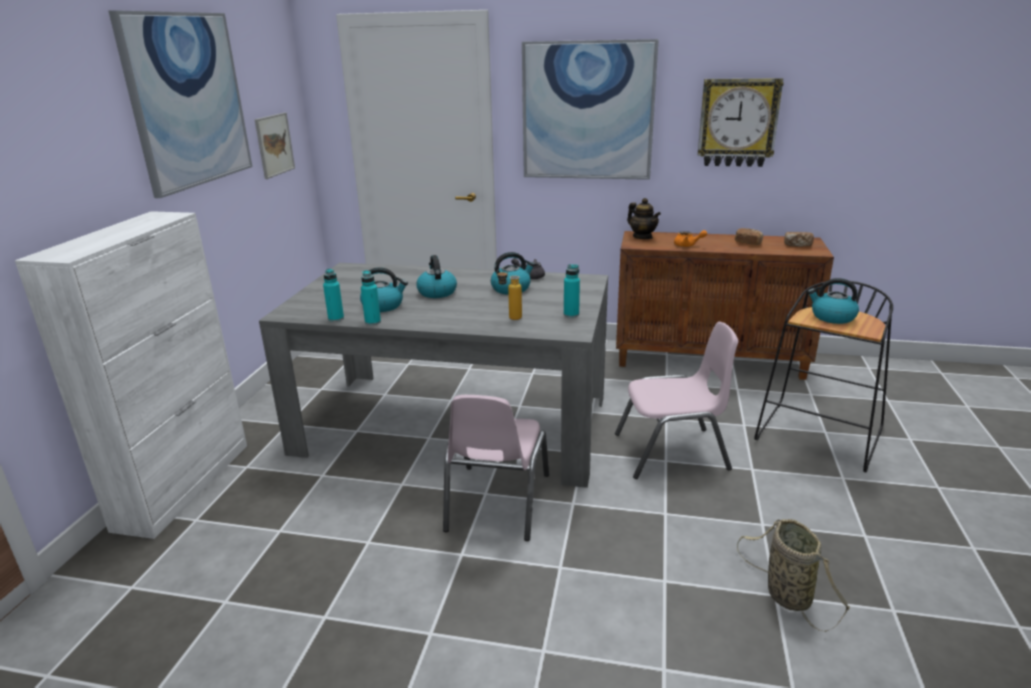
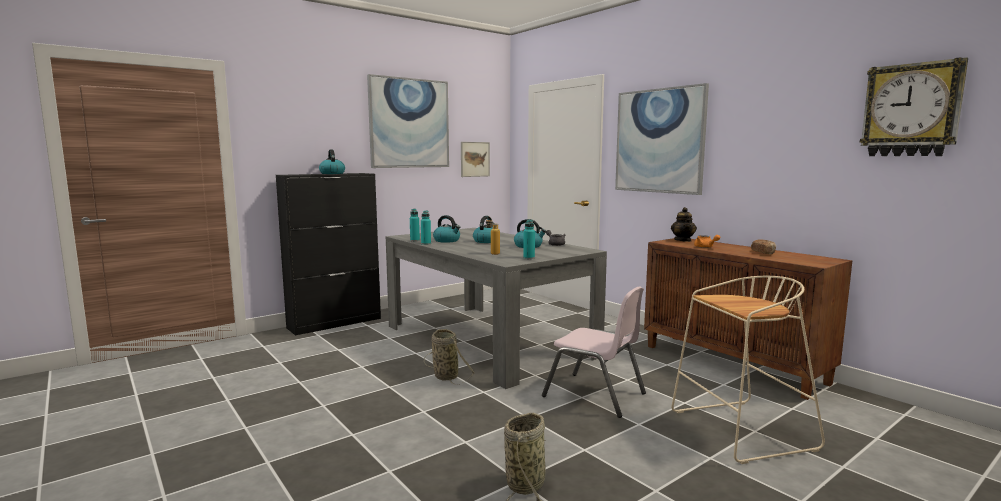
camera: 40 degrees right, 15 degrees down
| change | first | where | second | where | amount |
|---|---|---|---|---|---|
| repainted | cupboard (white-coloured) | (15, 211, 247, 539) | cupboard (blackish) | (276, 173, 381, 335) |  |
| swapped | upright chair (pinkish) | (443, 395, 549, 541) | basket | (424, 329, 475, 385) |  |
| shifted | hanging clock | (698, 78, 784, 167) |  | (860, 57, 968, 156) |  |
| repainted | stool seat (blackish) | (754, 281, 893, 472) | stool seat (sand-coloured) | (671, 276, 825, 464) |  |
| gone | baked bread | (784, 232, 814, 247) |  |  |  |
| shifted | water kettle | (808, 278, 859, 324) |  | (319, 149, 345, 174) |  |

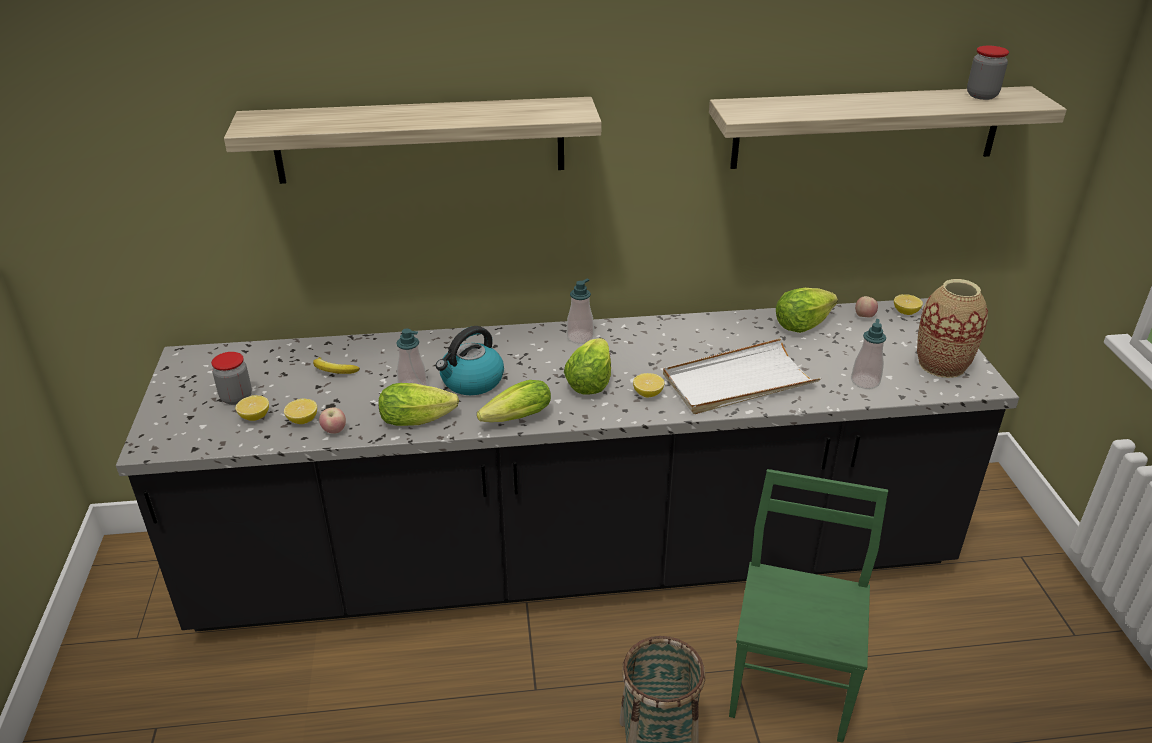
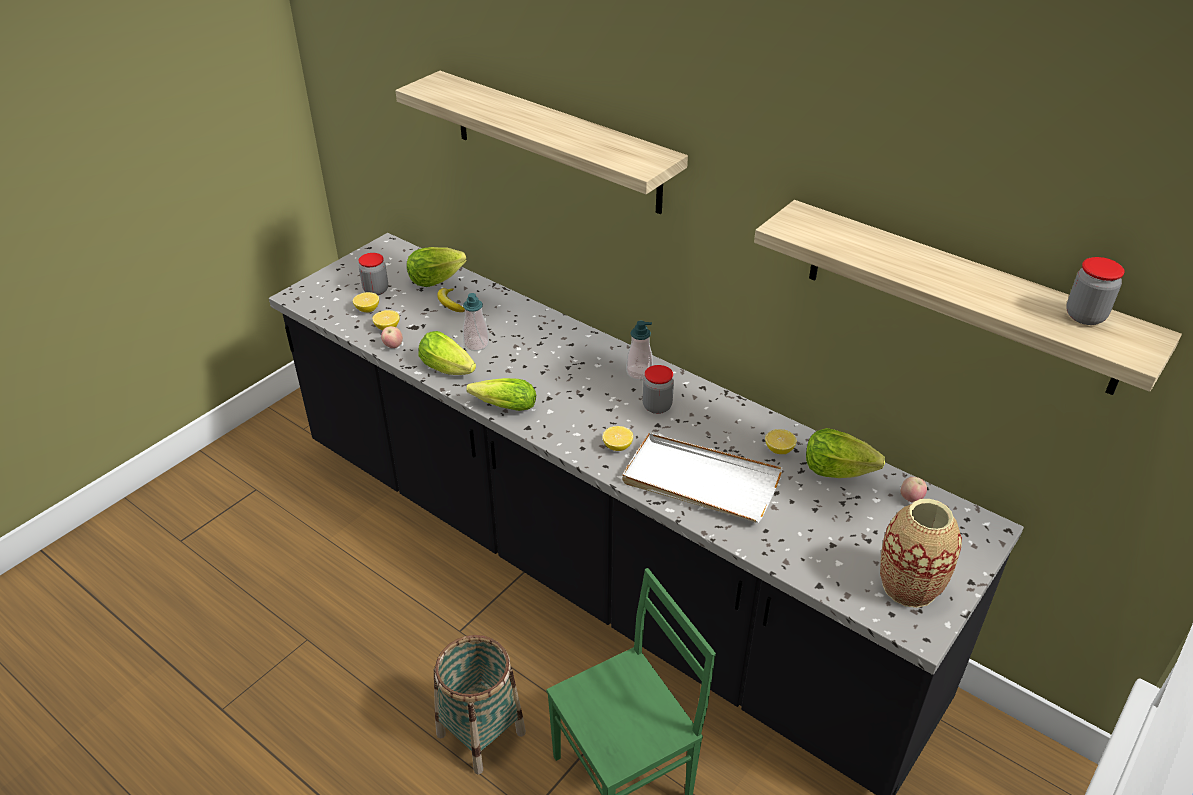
camera: 45 degrees right, 5 degrees up
| change | first | where | second | where | amount |
|---|---|---|---|---|---|
| gone | water kettle | (436, 326, 504, 395) |  |  |  |
| shifted | head of lettuce | (564, 338, 611, 395) |  | (407, 247, 467, 287) |  |
| gone | liquid soap bottle | (851, 319, 886, 389) |  |  |  |
| shifted | lemon | (894, 294, 923, 315) |  | (765, 429, 796, 454) |  |
| new |  |  | storage jar | (643, 365, 674, 414) |  |

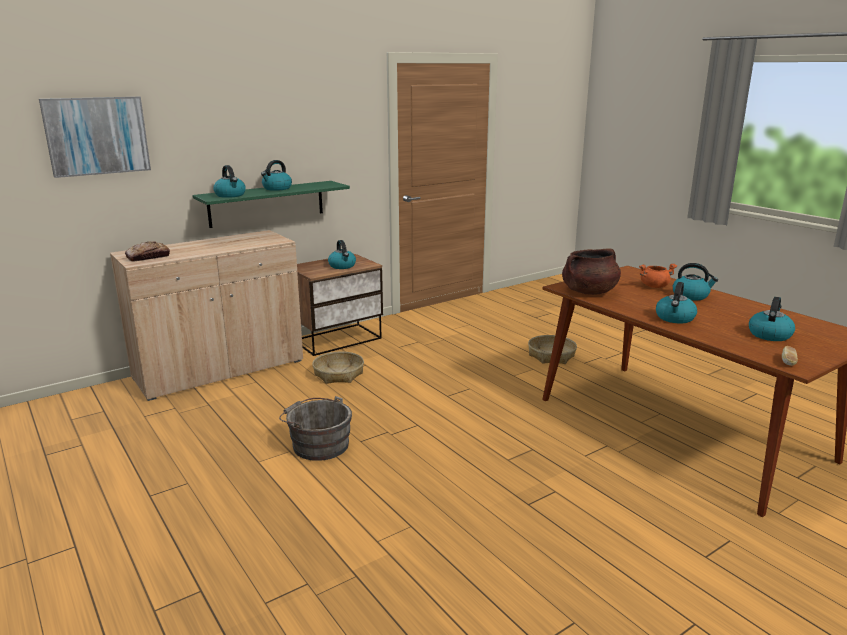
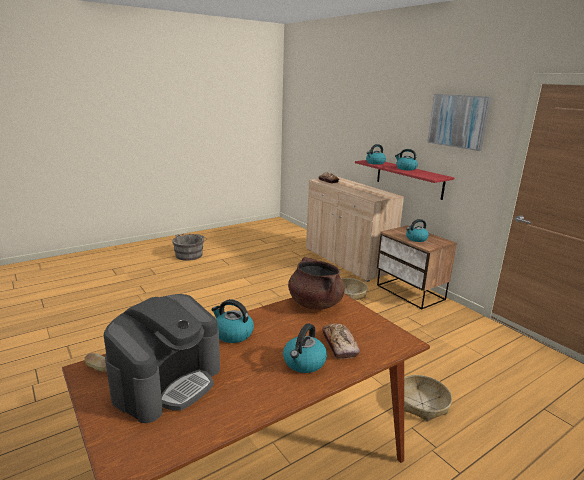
camera: 90 degrees right, 0 degrees up
| change | first | where | second | where | amount |
|---|---|---|---|---|---|
| shifted | wall picture | (39, 97, 151, 178) |  | (427, 94, 491, 151) |  |
| repainted | bracket shelf (green-coloured) | (192, 181, 350, 228) | bracket shelf (reddish) | (355, 160, 454, 200) |  |
| shifted | pail (grey) | (279, 396, 352, 461) |  | (172, 234, 207, 261) |  |
| swapped | saucepot (orangey) | (639, 263, 677, 288) | baked bread | (322, 323, 360, 359) |  |
| swapped | water kettle | (749, 297, 795, 341) | coffee brewer | (104, 294, 220, 423) |  |

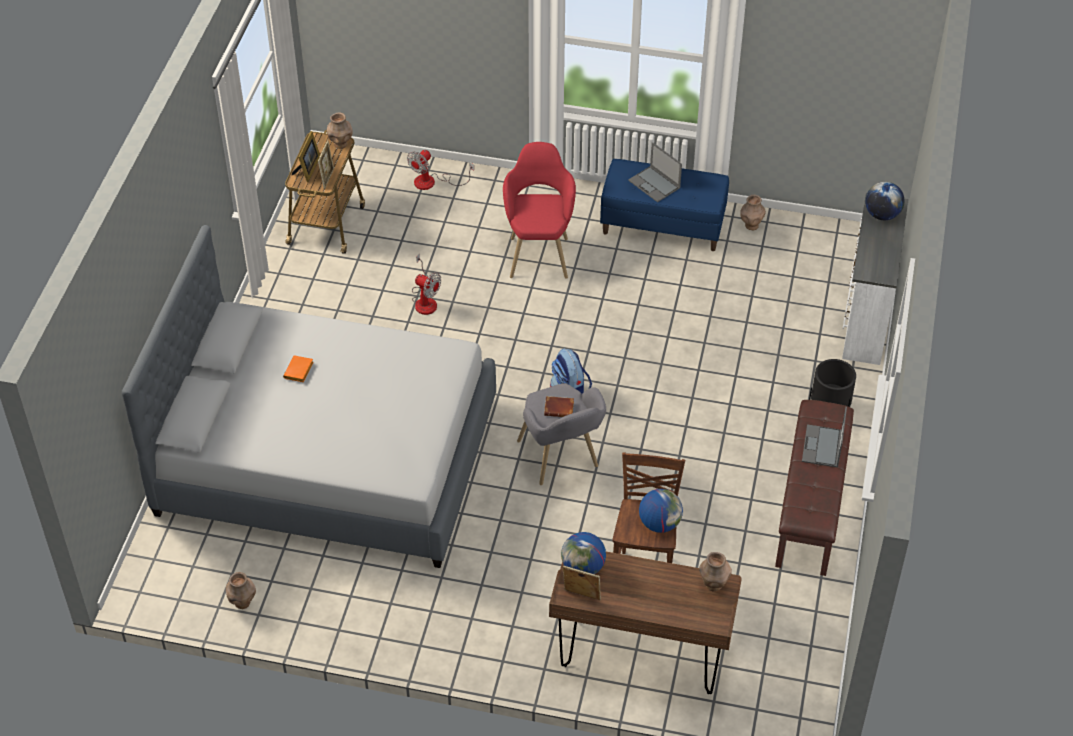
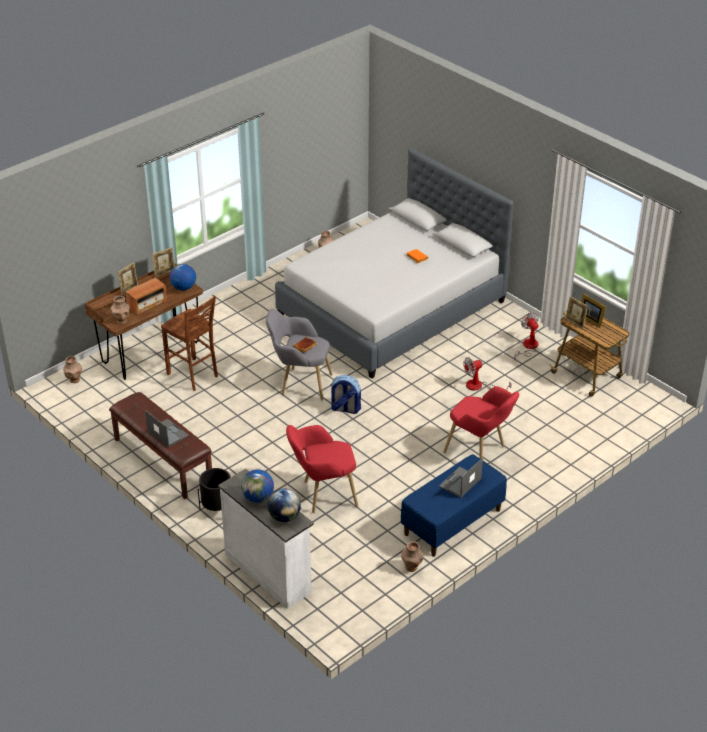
camera: 125 degrees right, 10 degrees down
| change | first | where | second | where | amount |
|---|---|---|---|---|---|
| shifted | flower vase (brownish) | (327, 112, 353, 149) |  | (63, 356, 82, 383) |  |
| shifted | cooling fan | (407, 150, 474, 190) |  | (514, 312, 539, 360) |  |
| rotated | laptop | (628, 142, 682, 202) |  | (439, 458, 483, 498) | 45 degrees counterclockwise |
| shifted | world globe | (639, 489, 683, 533) |  | (241, 469, 274, 502) |  |
| new |  |  | photo frame | (118, 262, 138, 295) |  |
| new |  |  | radio set | (125, 278, 167, 315) |  |
| new |  |  | easy chair (reddish) | (286, 425, 358, 513) |  |

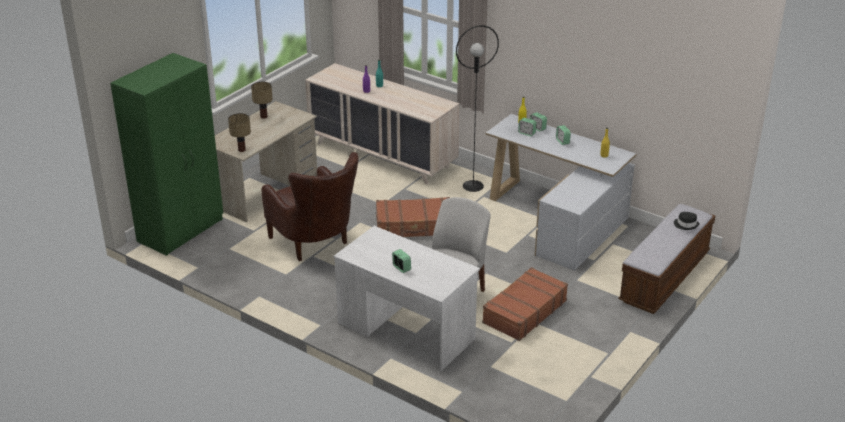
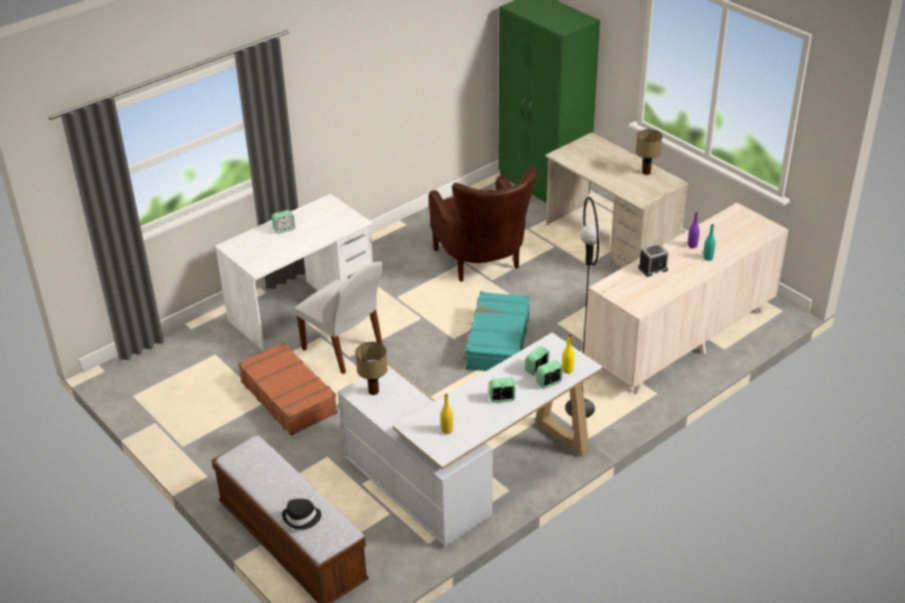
camera: 105 degrees right, 5 degrees up
| change | first | where | second | where | amount |
|---|---|---|---|---|---|
| shifted | tabletop lamp | (228, 113, 251, 152) |  | (355, 342, 387, 395) |  |
| rotated | easy chair (brownish) | (261, 152, 358, 261) |  | (429, 166, 536, 282) | 90 degrees counterclockwise |
| repainted | suitcase (brownish) | (376, 197, 450, 237) | suitcase (turquoise-coloured) | (463, 291, 530, 371) |  |
| new |  |  | bedside clock | (638, 244, 669, 277) |  |

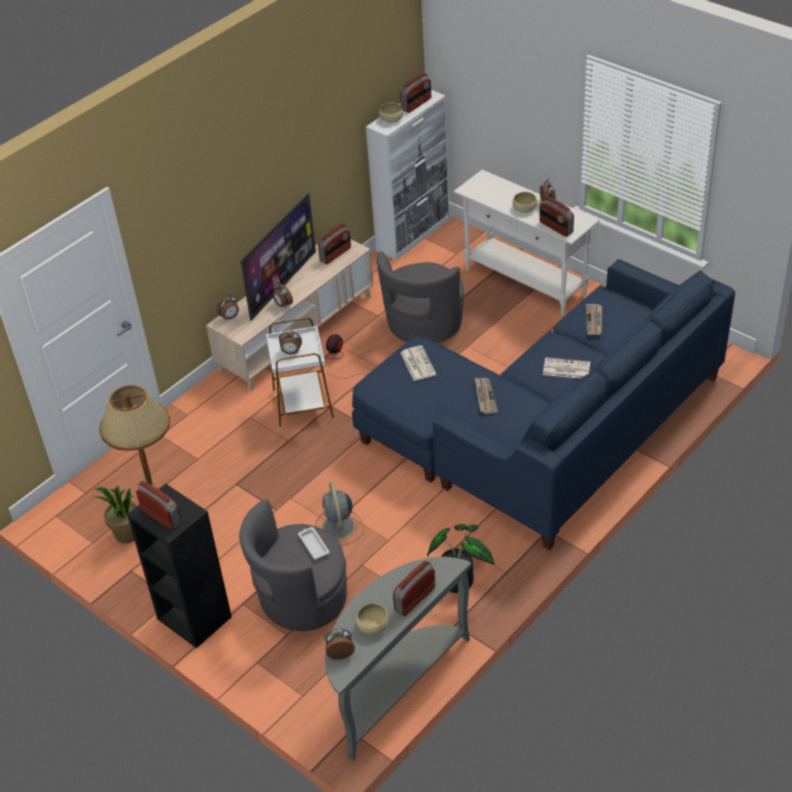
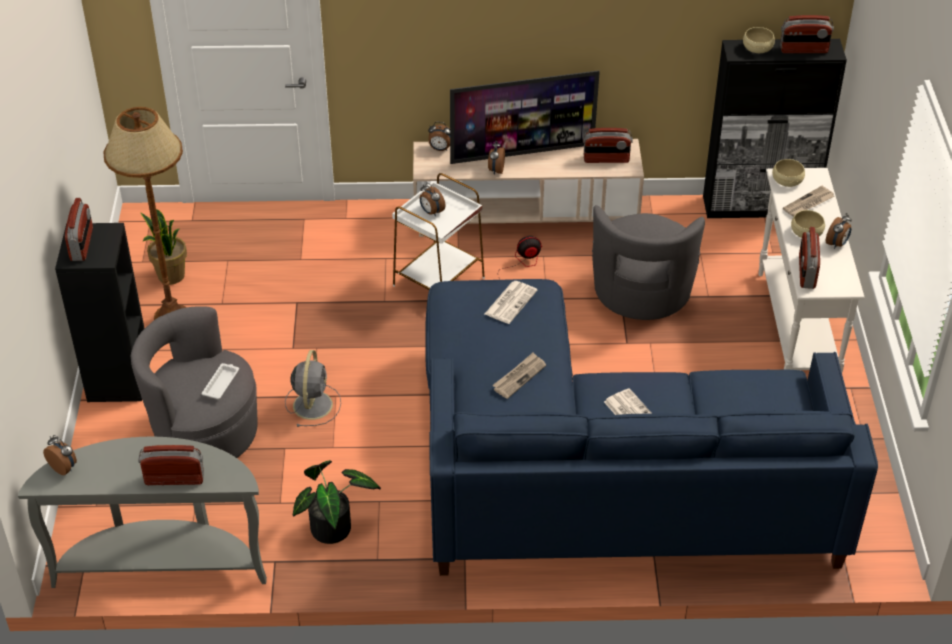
camera: 45 degrees right, 0 degrees up
| change | first | where | second | where | amount |
|---|---|---|---|---|---|
| rotated | cooling fan (grey) | (316, 482, 364, 546) |  | (285, 350, 341, 427) | 150 degrees clockwise |
| shifted | serving bowl (sand-coloured) | (356, 603, 389, 635) |  | (772, 159, 805, 187) |  |
| repainted | cupboard (white-coloured) | (366, 90, 450, 260) | cupboard (blackish) | (703, 39, 847, 218) |  |
| rotated | easy chair (grey) | (377, 251, 464, 343) |  | (592, 205, 705, 320) | 60 degrees counterclockwise |
| shifted | newspaper | (586, 304, 602, 335) |  | (783, 186, 834, 217) |  |

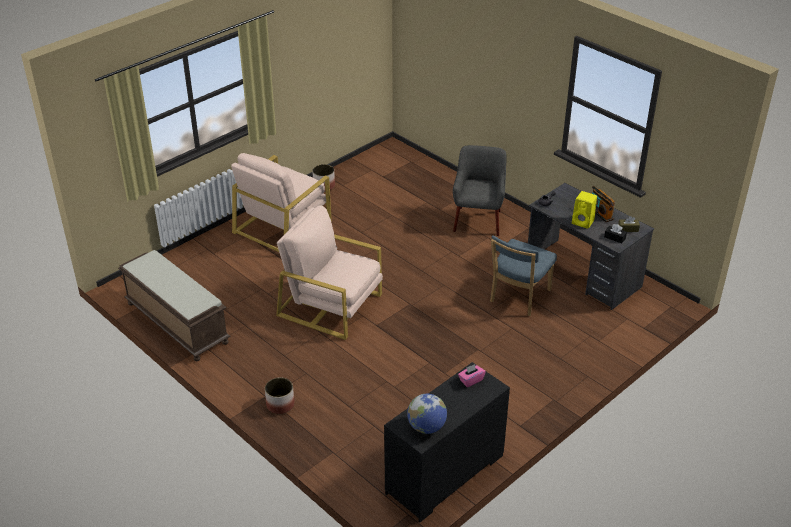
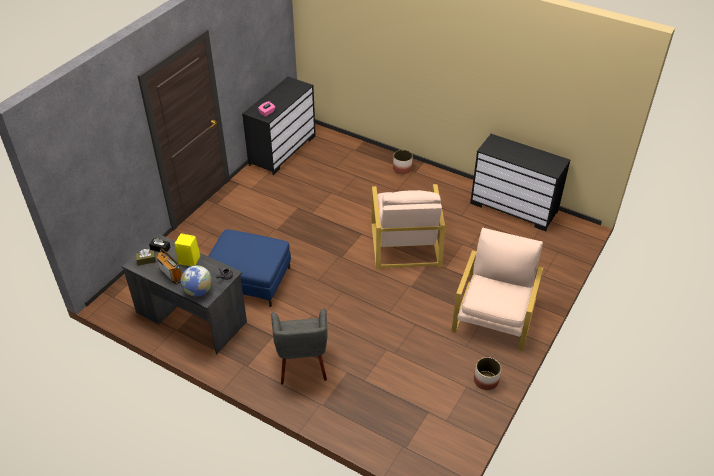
camera: 165 degrees right, 5 degrees up
| change | first | where | second | where | amount |
|---|---|---|---|---|---|
| swapped | bench (brownish) | (118, 250, 230, 361) | dresser (blackish) | (470, 134, 570, 231) |  |
| rotated | easy chair (sand-coloured) | (276, 205, 383, 340) |  | (371, 184, 445, 270) | 75 degrees clockwise |
| shifted | world globe | (407, 394, 447, 434) |  | (180, 265, 212, 296) |  |
| swapped | upright chair (blue-coloured) | (490, 235, 557, 316) | footrest (blue-coloured) | (208, 229, 291, 307) |  |

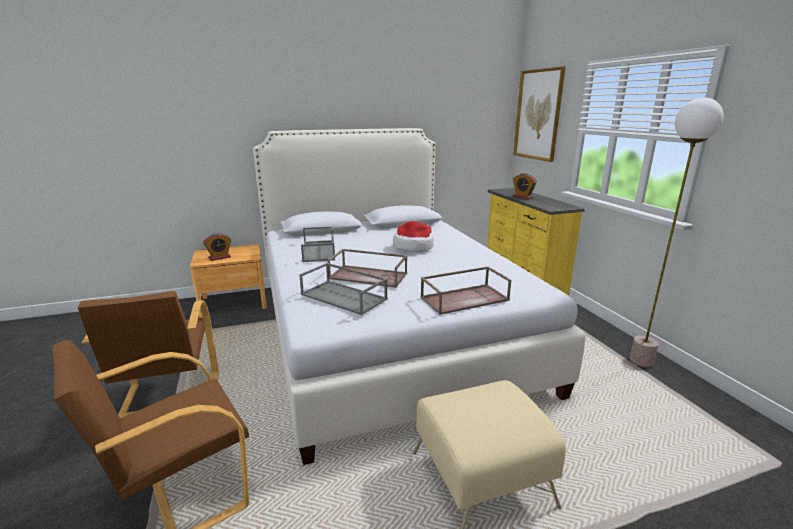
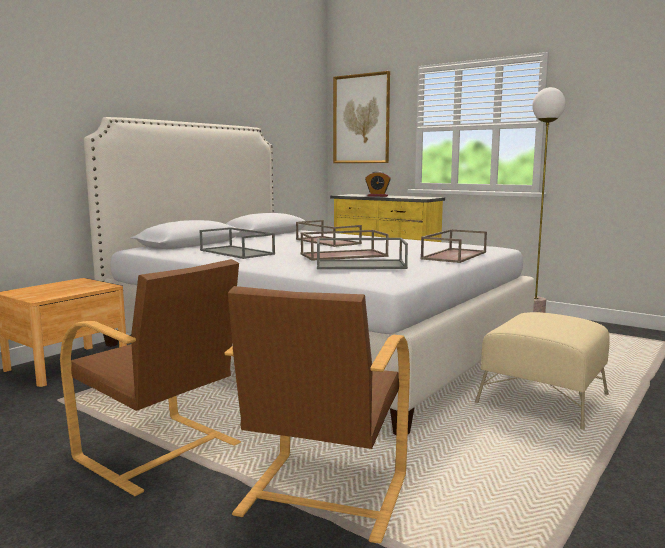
camera: 35 degrees left, 10 degrees down
| change | first | where | second | where | amount |
|---|---|---|---|---|---|
| gone | bedside clock | (203, 233, 231, 261) |  |  |  |
| swapped | clothing hat | (393, 221, 434, 251) | carrying tray (brownish) | (296, 220, 362, 247) |  |

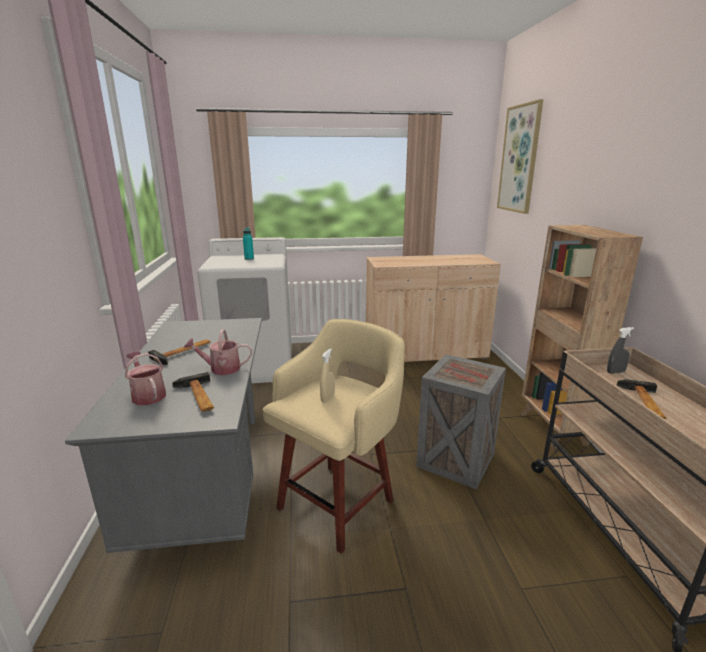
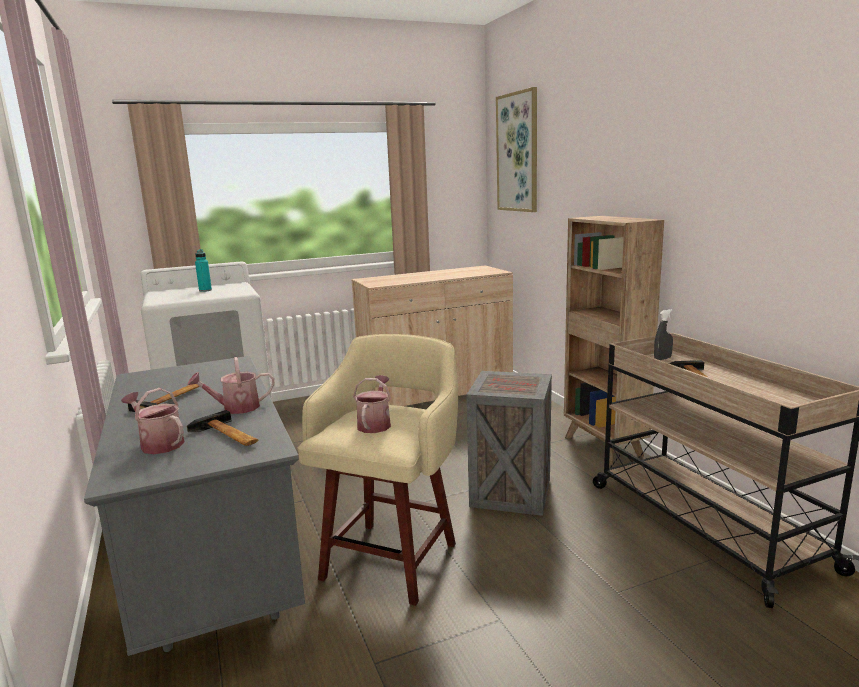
camera: 15 degrees left, 5 degrees down
| change | first | where | second | where | amount |
|---|---|---|---|---|---|
| swapped | sprayer (sand-coloured) | (320, 348, 335, 403) | watering pot | (353, 375, 391, 433) |  |

